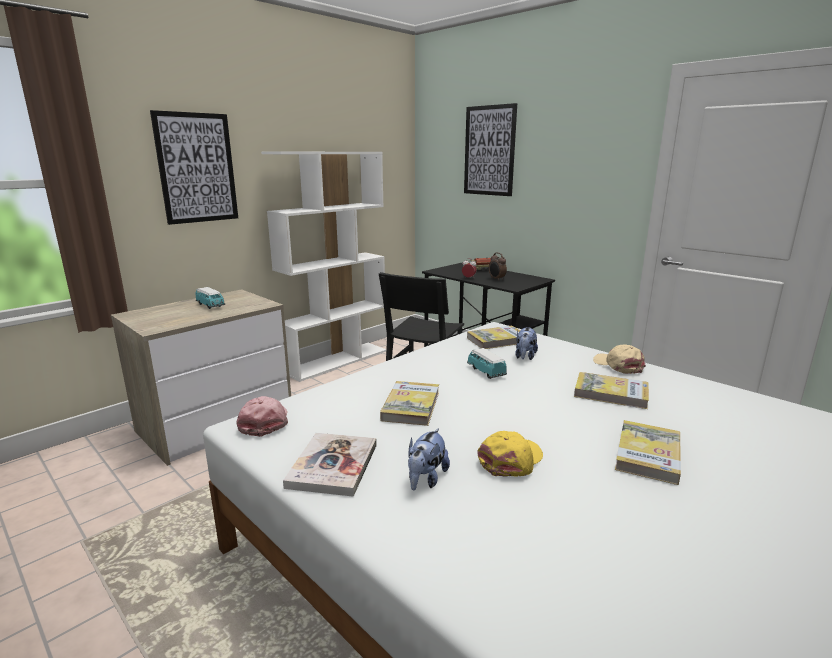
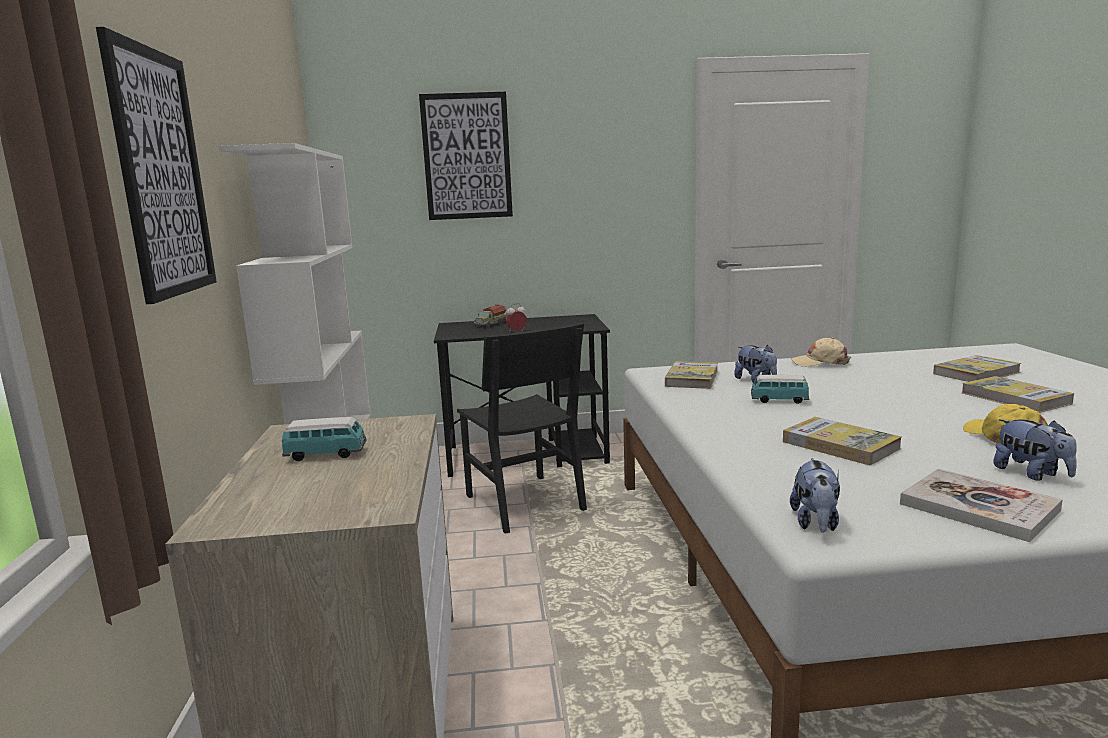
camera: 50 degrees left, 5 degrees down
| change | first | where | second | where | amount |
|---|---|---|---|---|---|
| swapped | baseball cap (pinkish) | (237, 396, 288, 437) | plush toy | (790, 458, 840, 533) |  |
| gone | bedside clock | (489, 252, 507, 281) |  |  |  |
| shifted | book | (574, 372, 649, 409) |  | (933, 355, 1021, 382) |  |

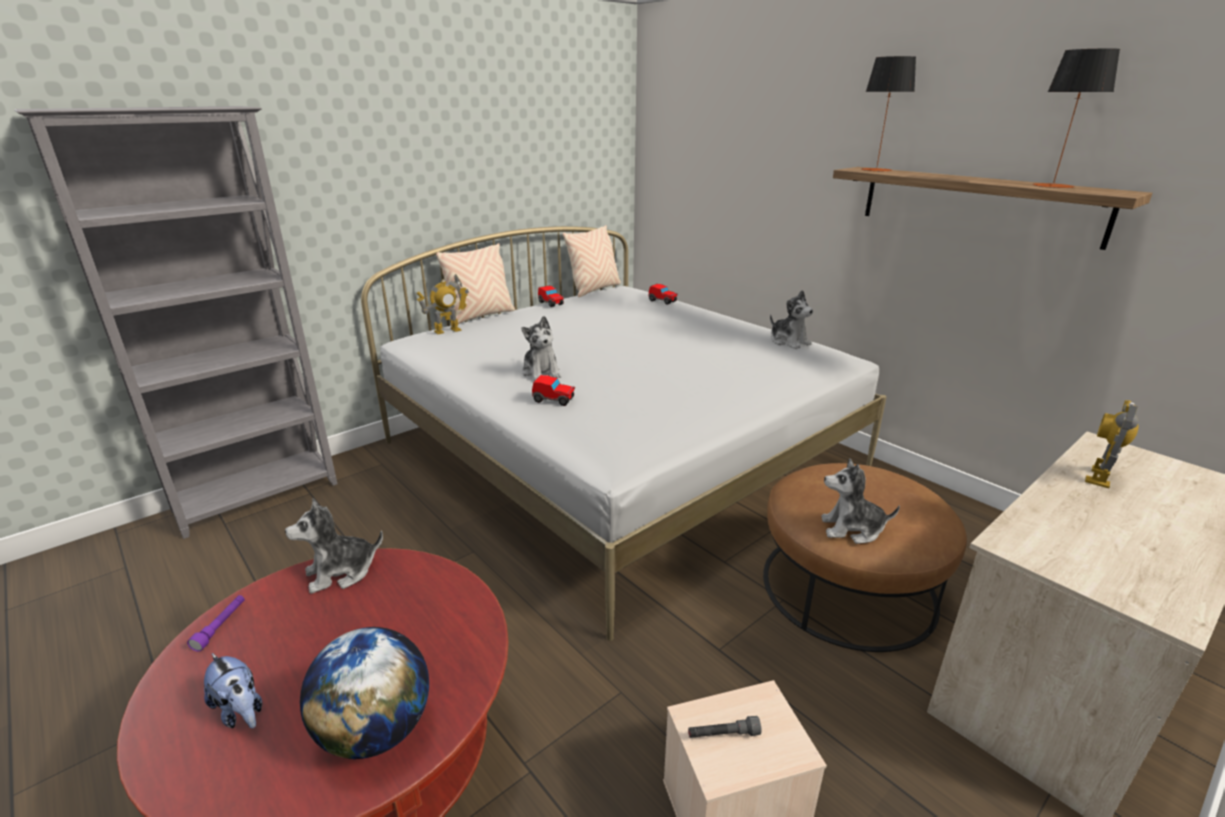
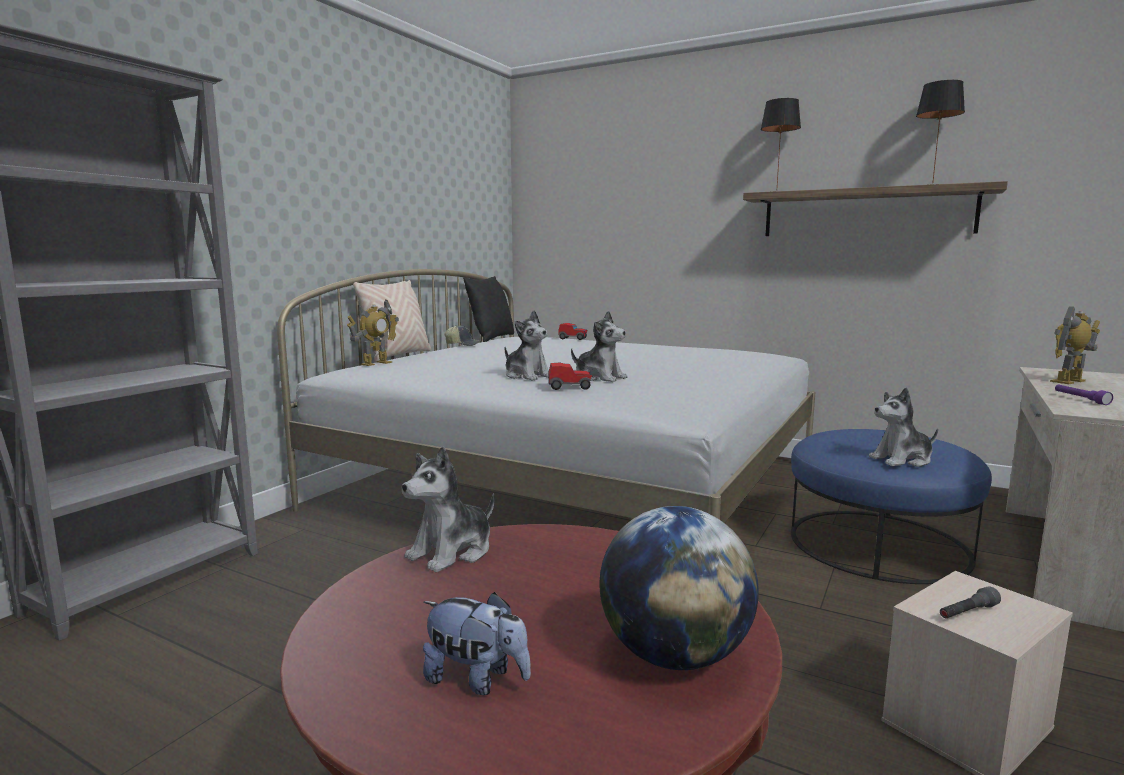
camera: 20 degrees left, 15 degrees down
| change | first | where | second | where | amount |
|---|---|---|---|---|---|
| shifted | torch (purplish) | (187, 595, 245, 652) |  | (1055, 385, 1113, 405) |  |
| swapped | toy car | (538, 286, 564, 307) | baseball cap | (444, 325, 482, 346) |  |
| repainted | throw pillow (sand-coloured) | (563, 225, 621, 297) | throw pillow (blackish) | (463, 276, 514, 342) |  |
| repainted | footrest (brownish) | (763, 463, 967, 652) | footrest (blue-coloured) | (791, 429, 992, 584) |  |
| shifted | plush toy | (770, 290, 813, 349) |  | (571, 310, 627, 382) |  |
| rotated | robot figure | (1085, 400, 1139, 488) |  | (1050, 306, 1100, 384) | 45 degrees clockwise |

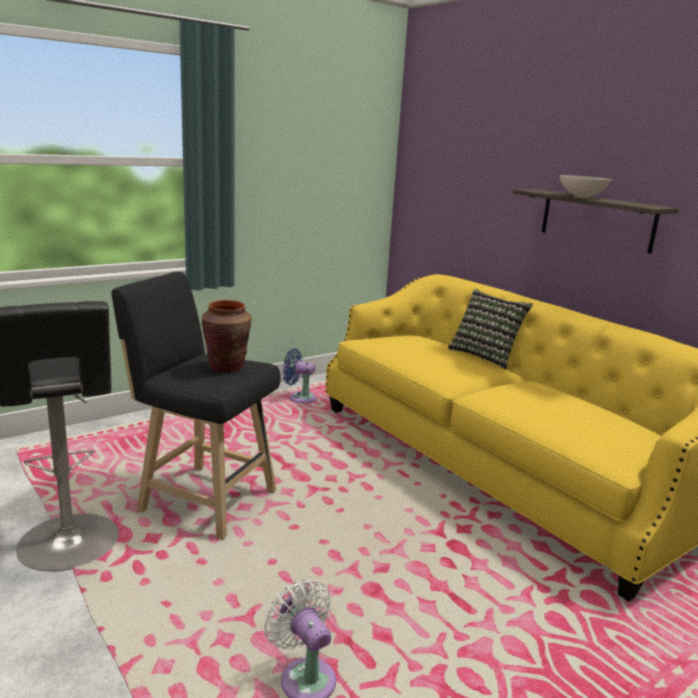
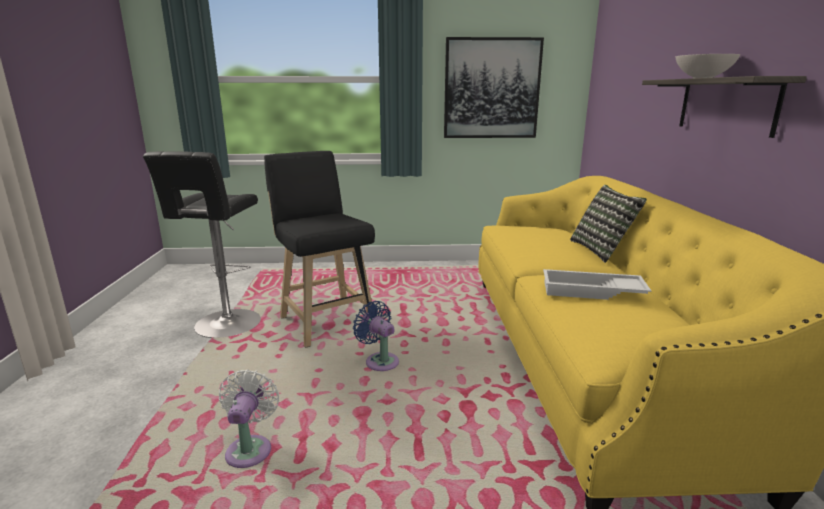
camera: 35 degrees right, 0 degrees up
| change | first | where | second | where | amount |
|---|---|---|---|---|---|
| gone | flower vase (brownish) | (201, 300, 252, 373) |  |  |  |
| shifted | cooling fan (blue-coloured) | (283, 349, 317, 403) |  | (353, 301, 399, 371) |  |
| new |  |  | wall picture | (444, 37, 544, 138) |  |
| new |  |  | carrying tray (white-coloured) | (543, 269, 651, 300) |  |

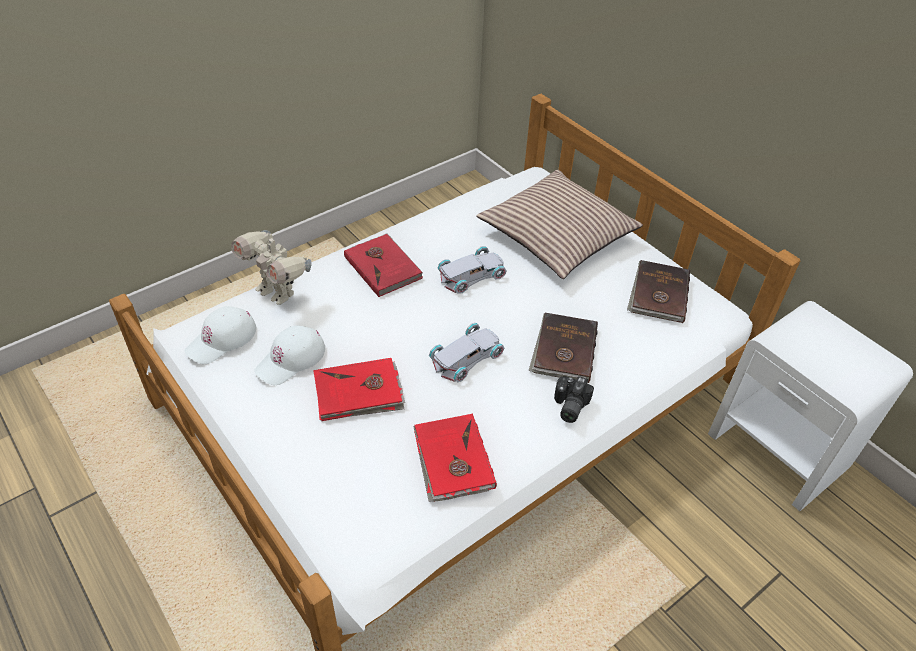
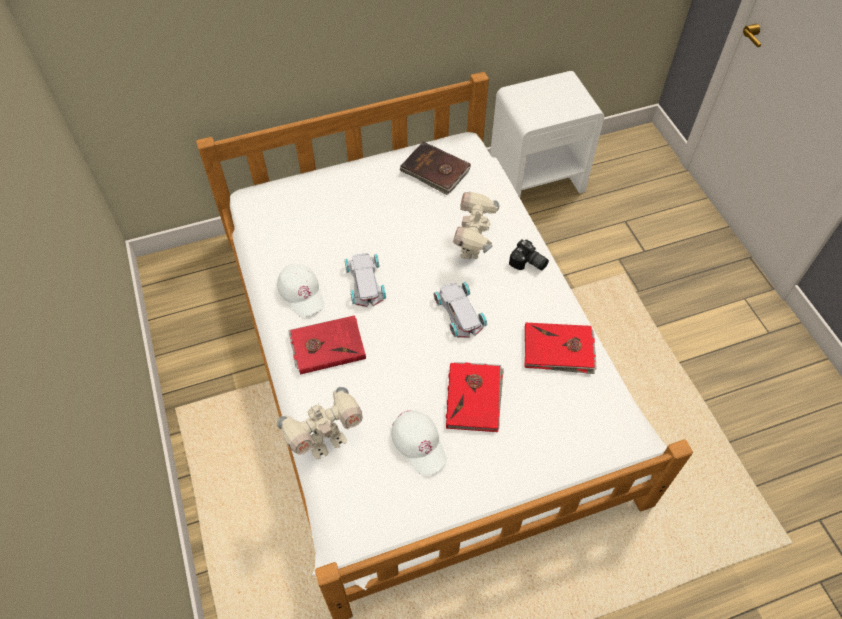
camera: 70 degrees left, 10 degrees up
| change | first | where | second | where | amount |
|---|---|---|---|---|---|
| shifted | baseball cap (white-coloured) | (185, 306, 256, 364) |  | (277, 264, 325, 317) |  |
| gone | throw pillow | (476, 170, 643, 279) |  |  |  |
| swapped | book (brownish) | (529, 313, 598, 383) | robot figure | (453, 192, 499, 259) |  |

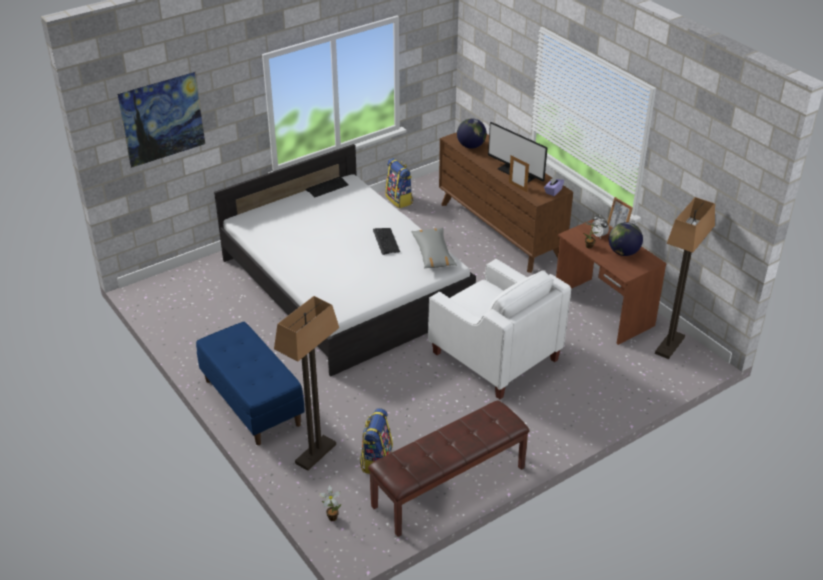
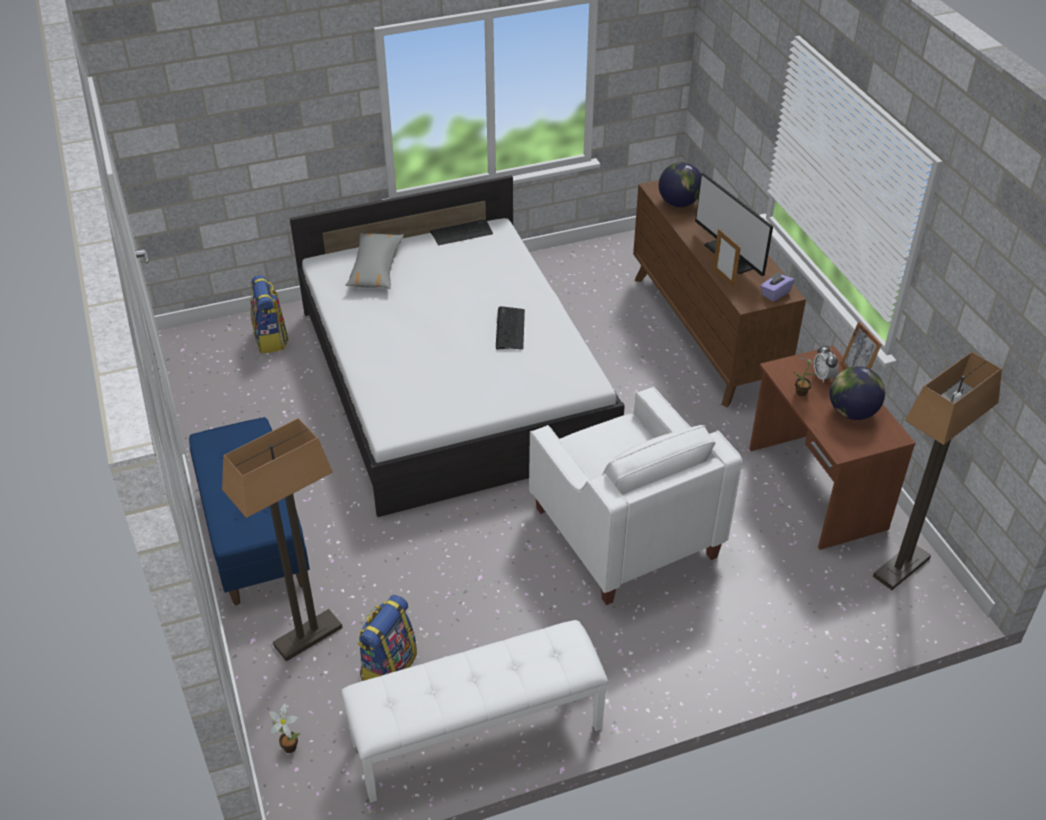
camera: 15 degrees right, 5 degrees up
| change | first | where | second | where | amount |
|---|---|---|---|---|---|
| gone | wall picture | (117, 72, 205, 168) |  |  |  |
| repainted | bench (brownish) | (368, 401, 530, 537) | bench (white-coloured) | (341, 620, 608, 803) |  |
| shifted | backpack | (385, 158, 413, 209) |  | (250, 275, 289, 354) |  |
| shifted | throw pillow (grey) | (411, 227, 457, 269) |  | (345, 233, 404, 289) |  |

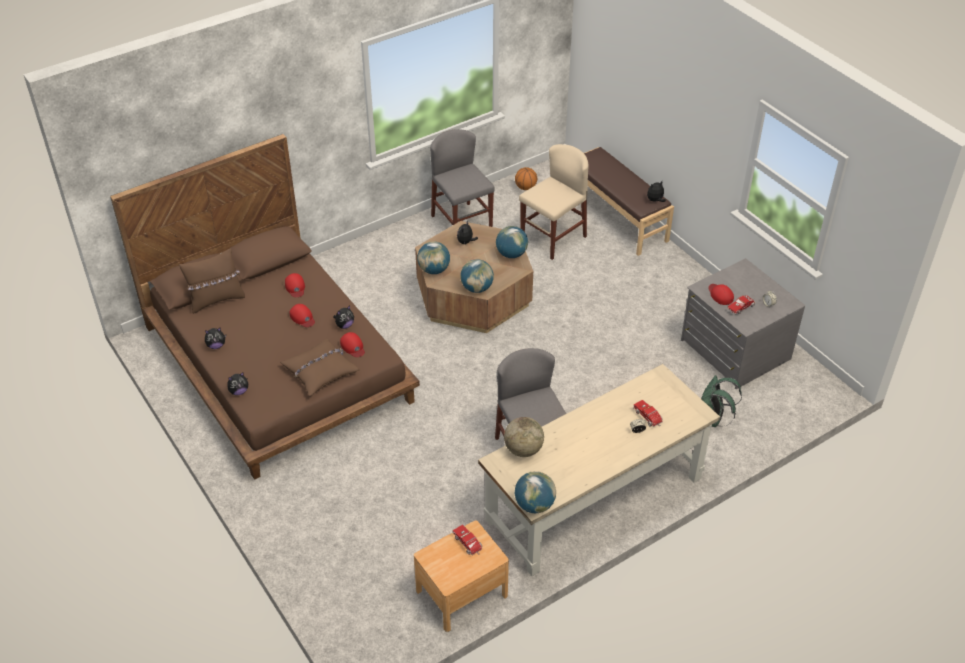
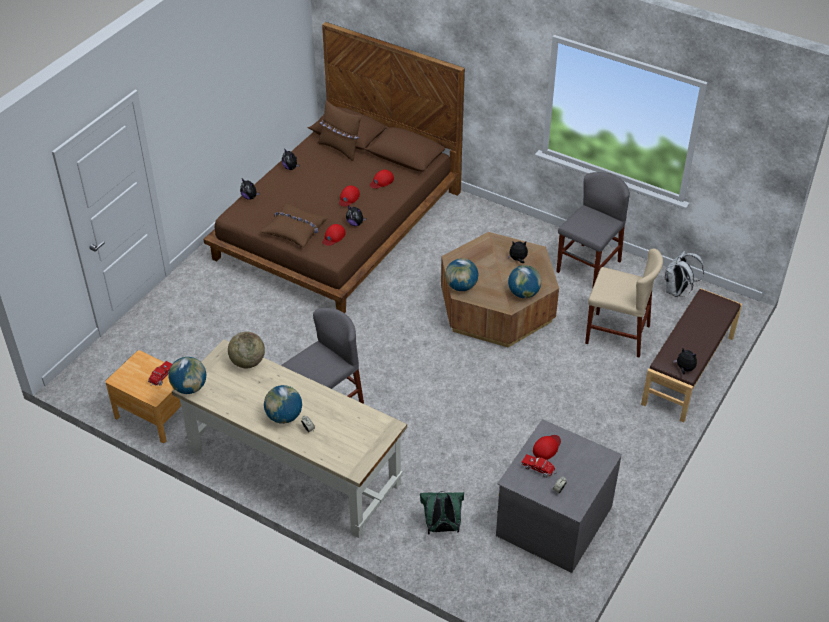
camera: 65 degrees right, 0 degrees up
| change | first | where | second | where | amount |
|---|---|---|---|---|---|
| shifted | world globe | (417, 242, 450, 274) |  | (264, 385, 302, 424) |  |
| swapped | basketball ball | (515, 167, 537, 190) | backpack (white-coloured) | (665, 251, 704, 297) |  |
| gone | model truck | (633, 400, 663, 427) |  |  |  |

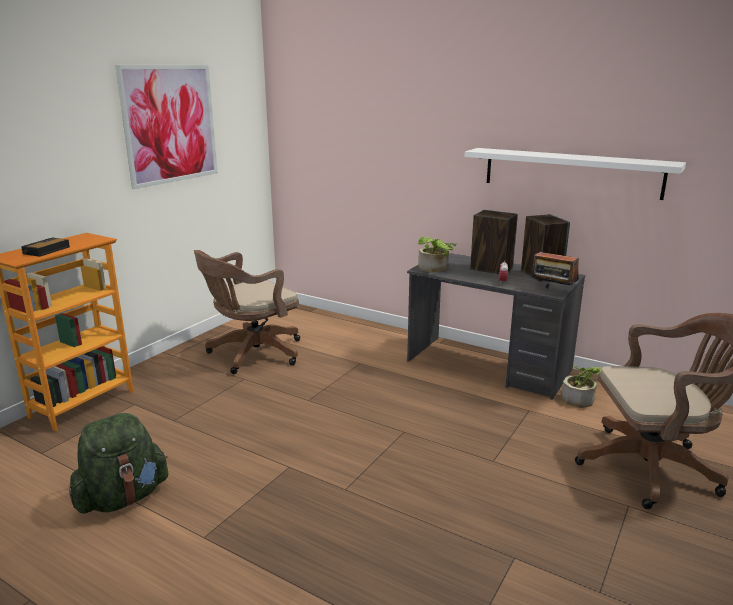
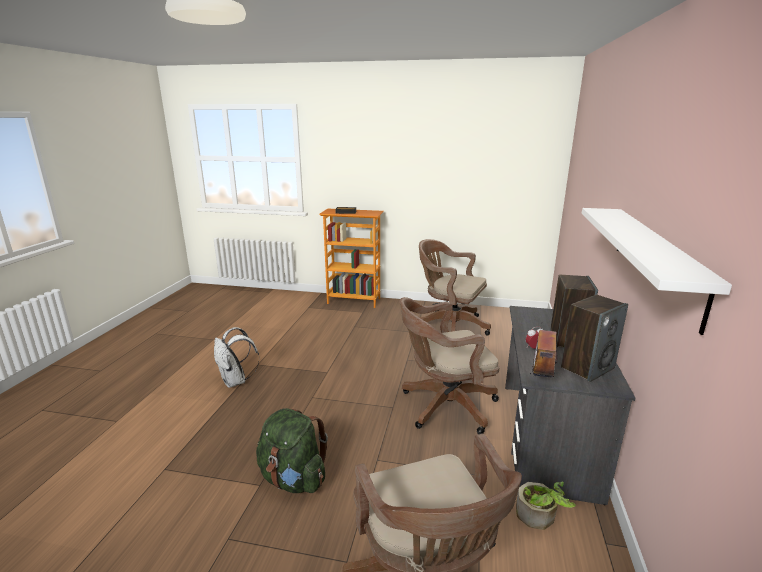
camera: 70 degrees right, 0 degrees up
| change | first | where | second | where | amount |
|---|---|---|---|---|---|
| shifted | backpack (green-coloured) | (69, 413, 168, 514) |  | (256, 408, 328, 493) |  |
| gone | wall picture | (115, 65, 218, 189) |  |  |  |
| gone | potted plant | (418, 237, 457, 272) |  |  |  |
| new |  |  | backpack (white-coloured) | (214, 327, 260, 388) |  |
| new |  |  | desk chair (brownish) | (400, 297, 499, 434) |  |

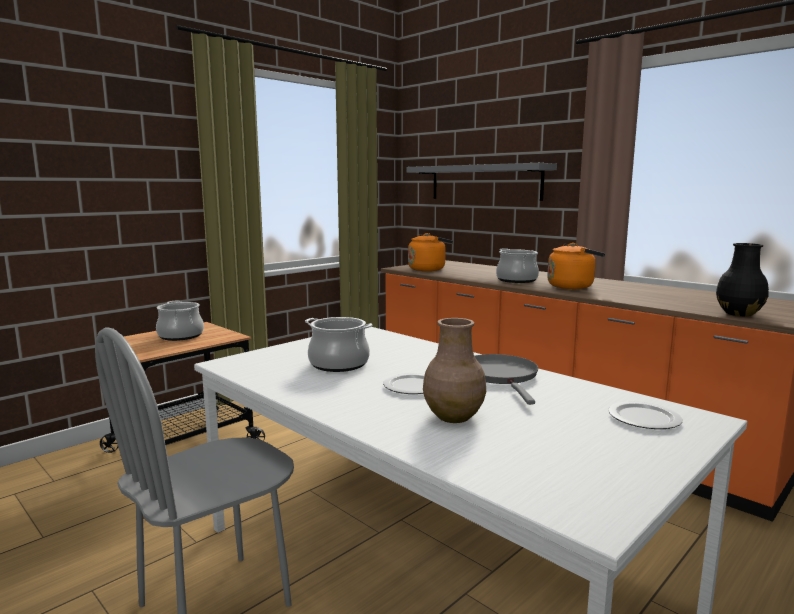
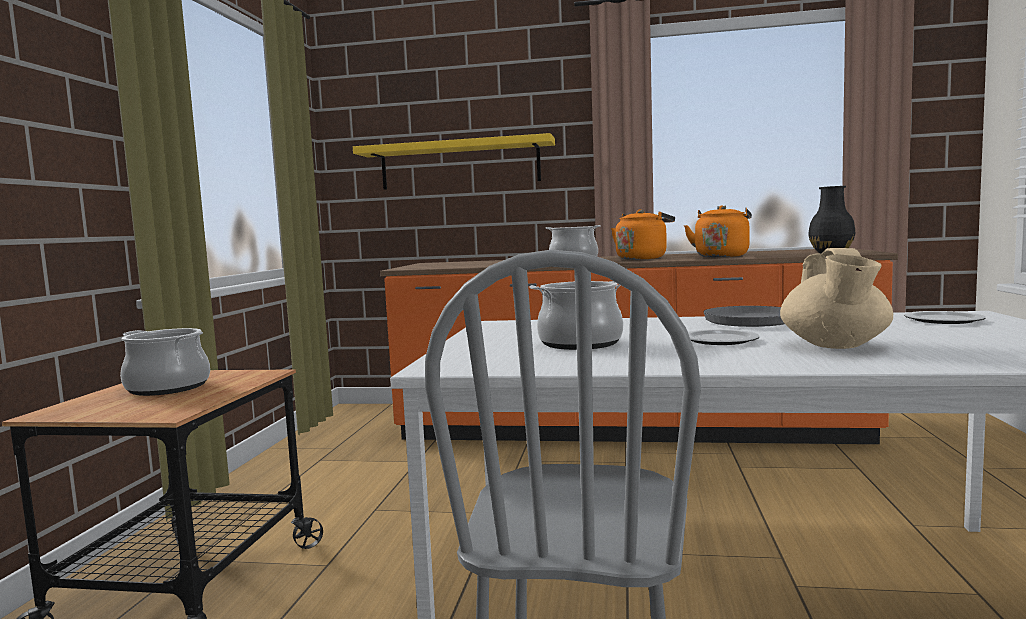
camera: 35 degrees left, 5 degrees down
| change | first | where | second | where | amount |
|---|---|---|---|---|---|
| repainted | bracket shelf (grey) | (406, 163, 557, 201) | bracket shelf (yellow) | (353, 133, 555, 190) |  |
| shifted | water kettle (orangey) | (408, 233, 453, 271) |  | (684, 205, 752, 257) |  |
| swapped | flower vase (brownish) | (423, 318, 486, 423) | teapot (sand-coloured) | (780, 248, 893, 349) |  |

